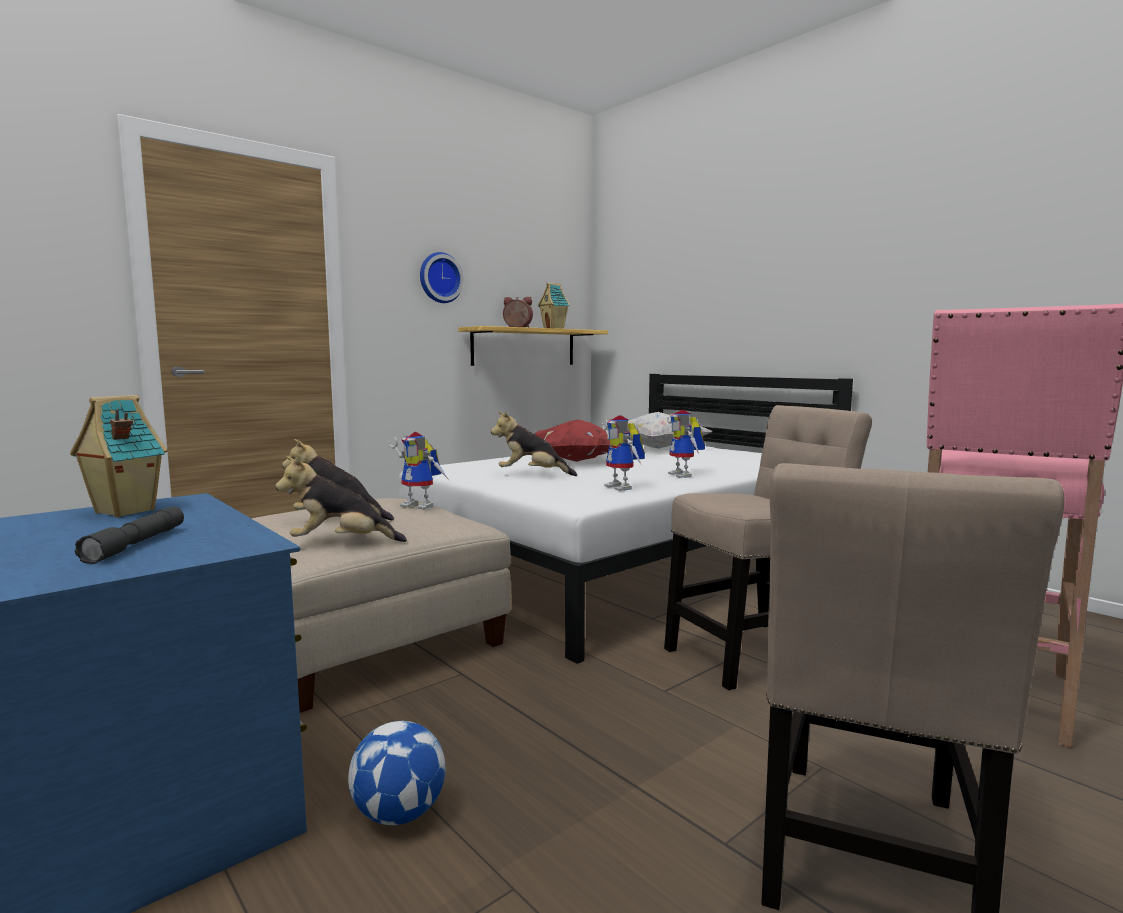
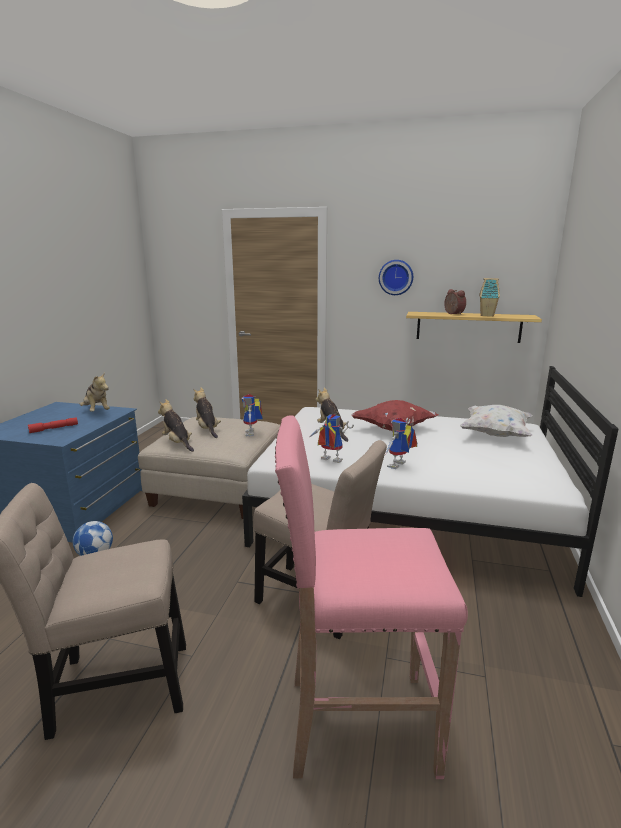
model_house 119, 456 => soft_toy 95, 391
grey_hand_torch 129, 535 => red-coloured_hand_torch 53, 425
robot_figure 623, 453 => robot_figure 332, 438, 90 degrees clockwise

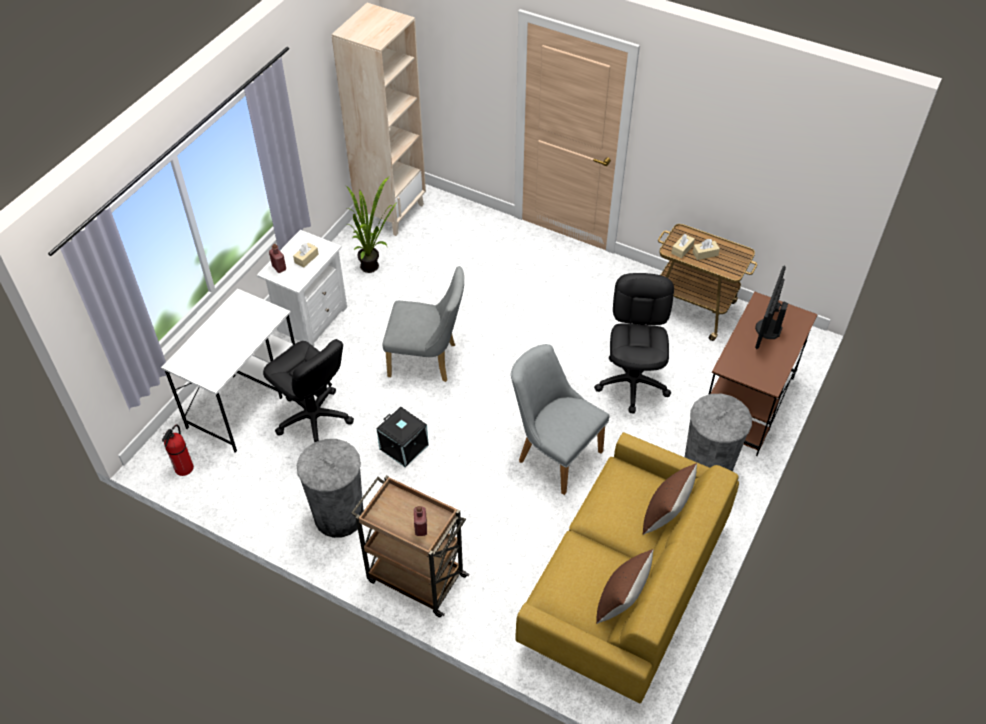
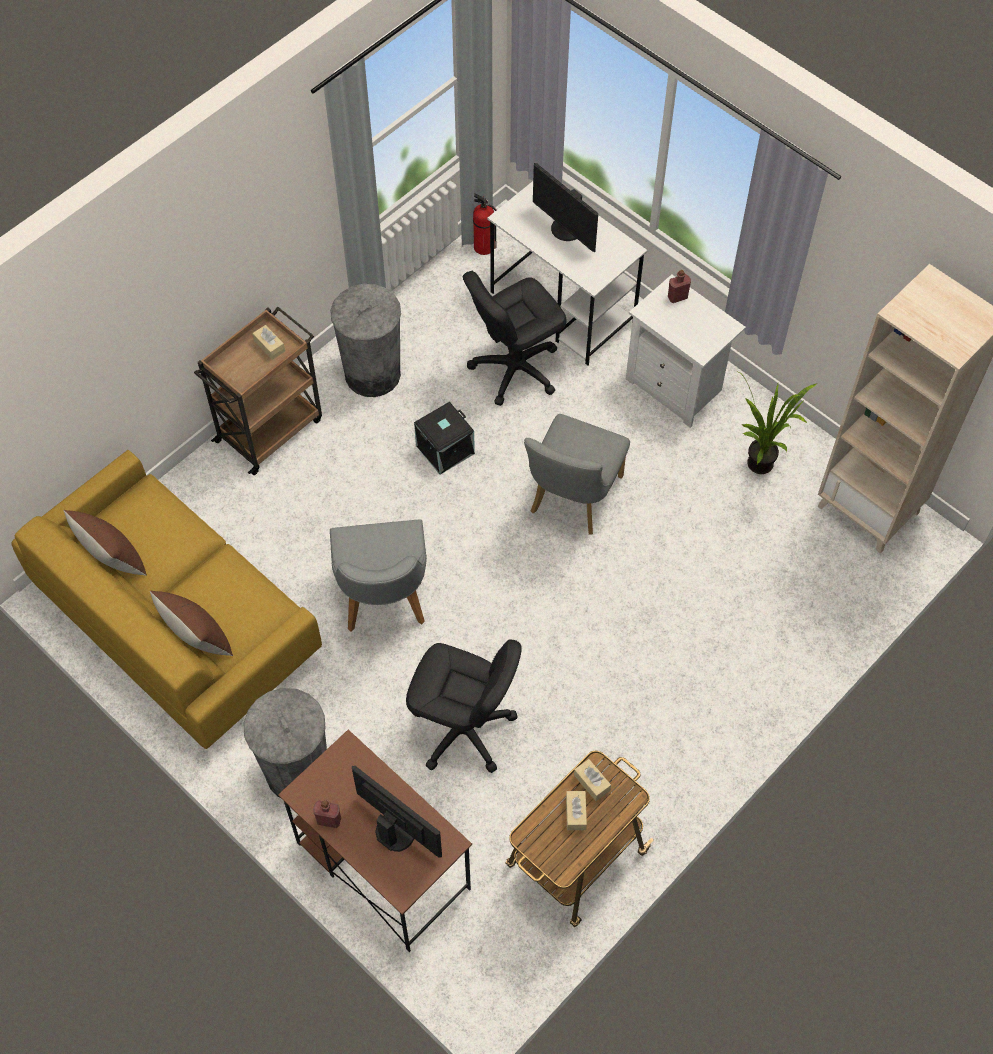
beige_box_of_tissues 306, 255 => beige_box_of_tissues 268, 342, move
red-coloured_drink_bottle 420, 521 => red-coloured_drink_bottle 327, 814, move
grey_chair 560, 419 => grey_chair 378, 575, 120 degrees clockwise
nothing => computer_display 565, 207

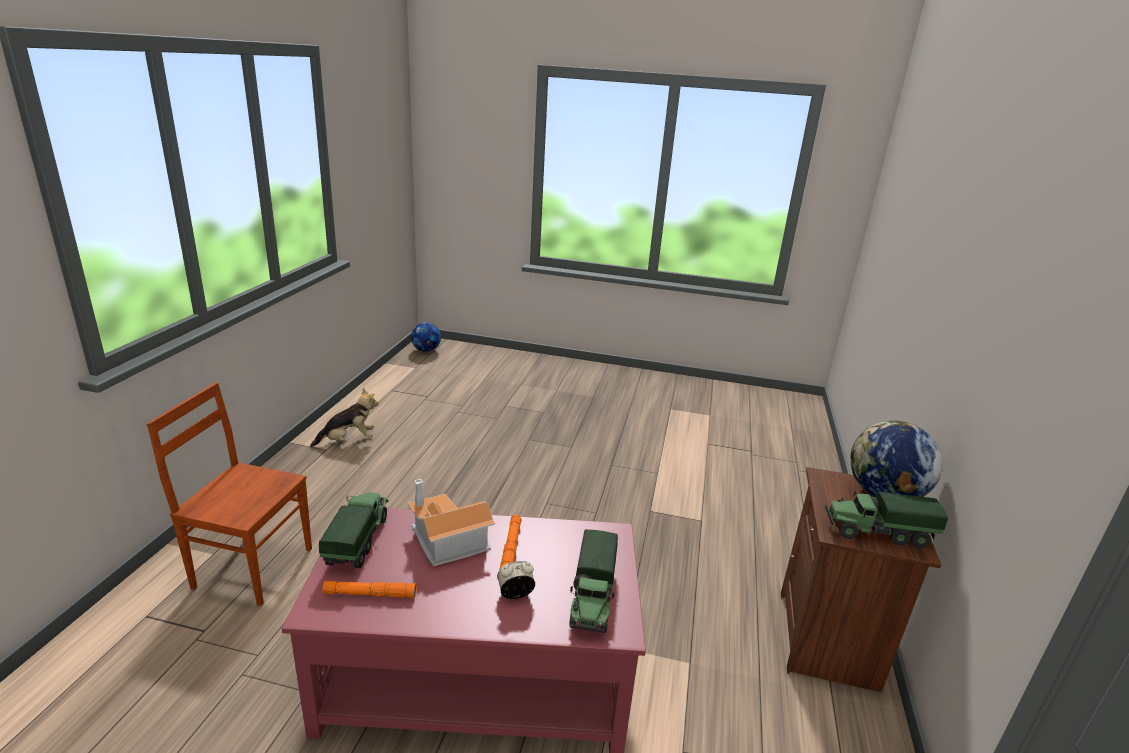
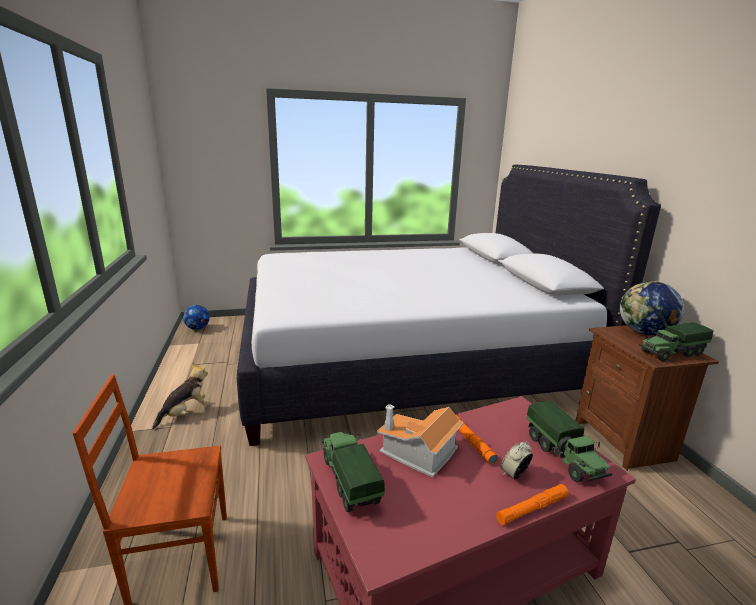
orange_hand_torch 370, 589 => orange_hand_torch 532, 504, move
nothing => whitish_sleeping_bed 449, 305

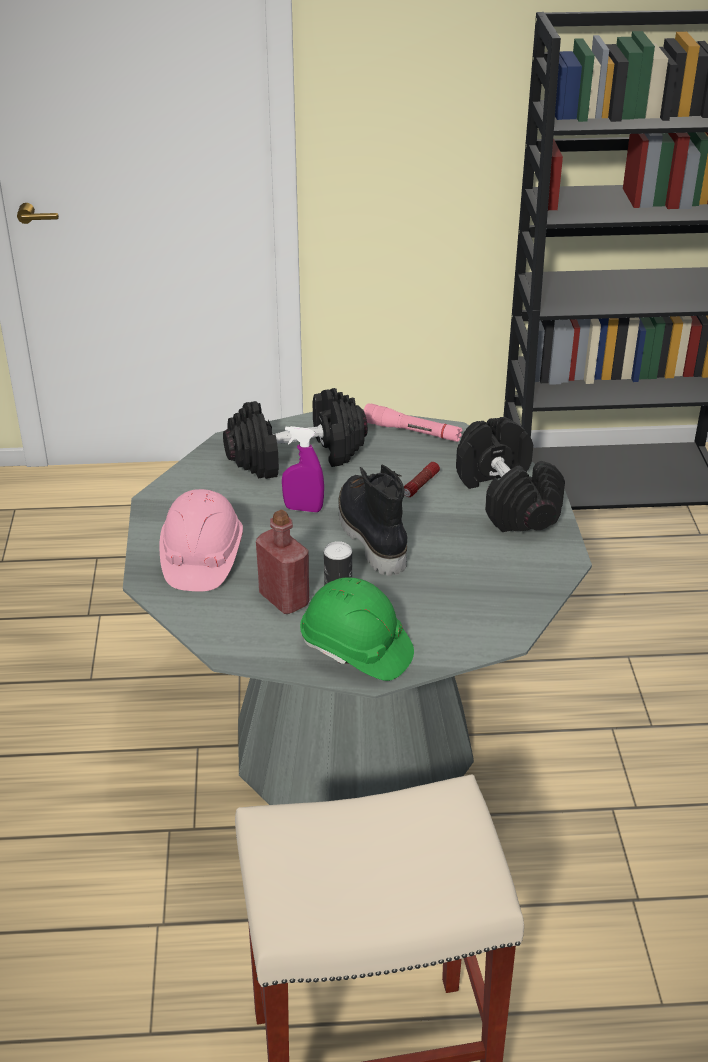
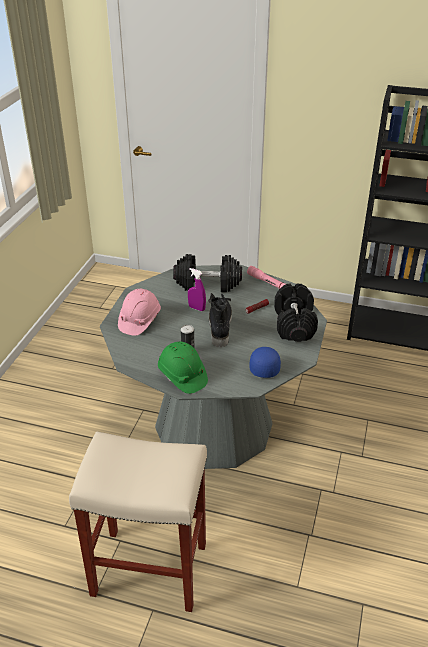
red-coloured_drink_bottle 282, 562 => nothing
nothing => bluish_cap 265, 362

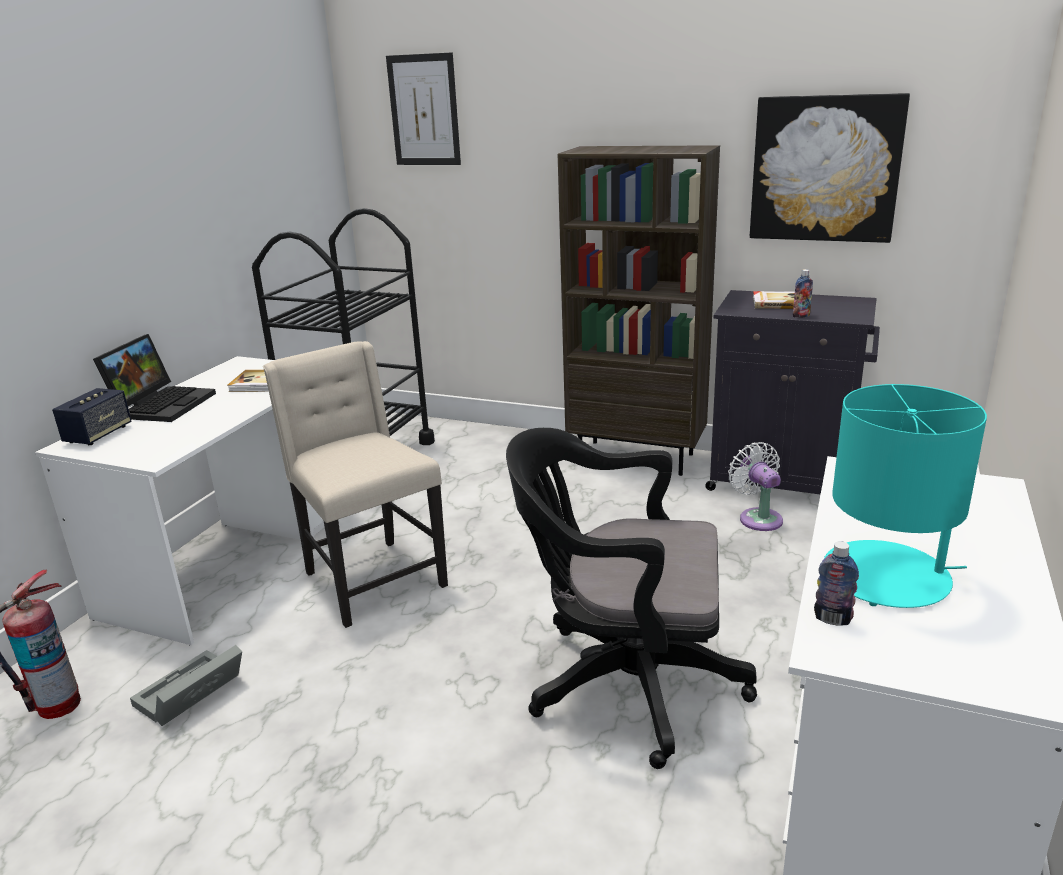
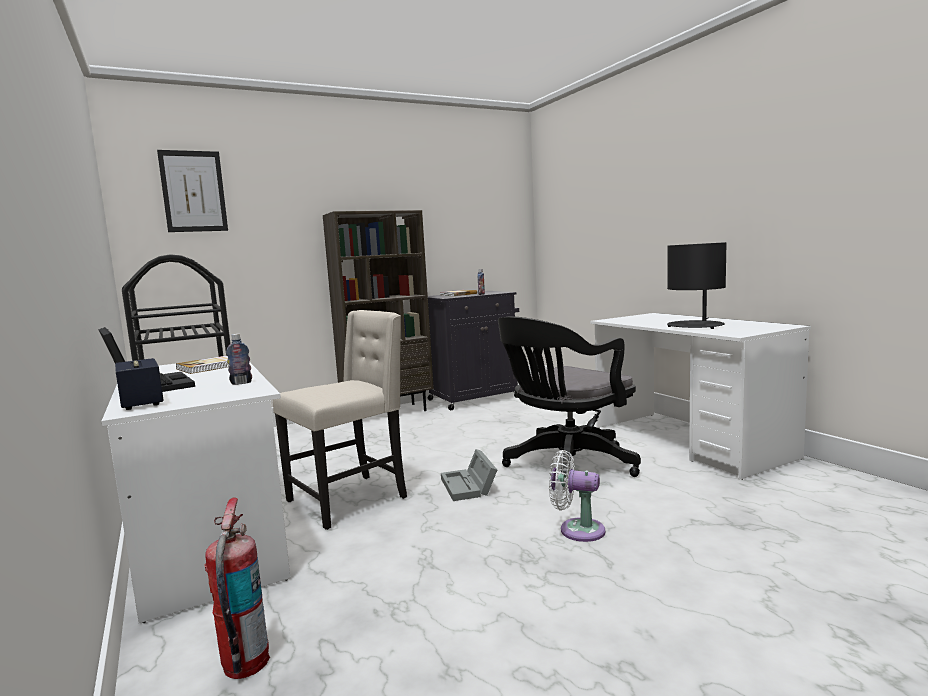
grey_storage_container 186, 685 => grey_storage_container 469, 475, move
beige_chair 355, 484 => beige_chair 340, 420, 135 degrees clockwise
whitish_cooling_fan 755, 486 => whitish_cooling_fan 577, 496, move
wall_art 830, 168 => nothing
drink_bottle 836, 583 => drink_bottle 239, 359, move
turquoise-coloured_table_lamp 905, 496 => blackish_table_lamp 697, 285

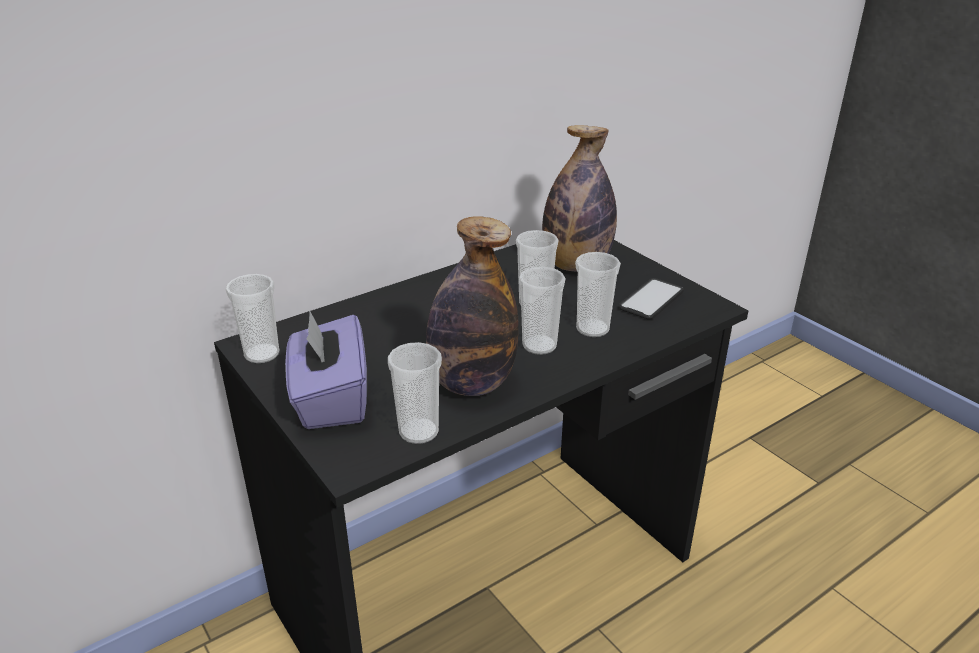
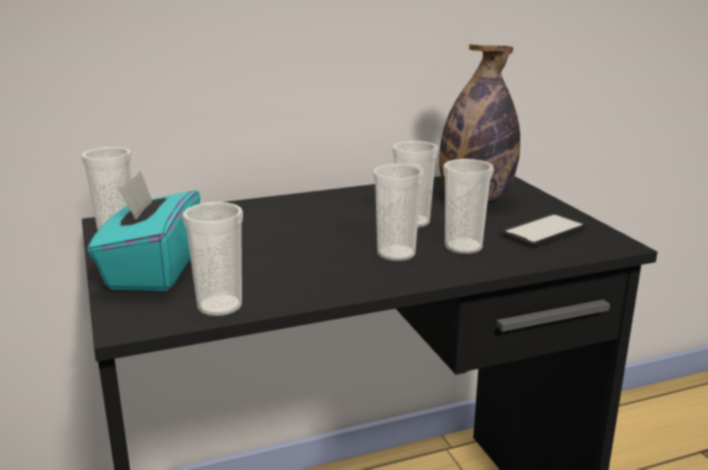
purple-coloured_box_of_tissues 326, 370 => turquoise-coloured_box_of_tissues 144, 231
drink_bottle 472, 306 => nothing

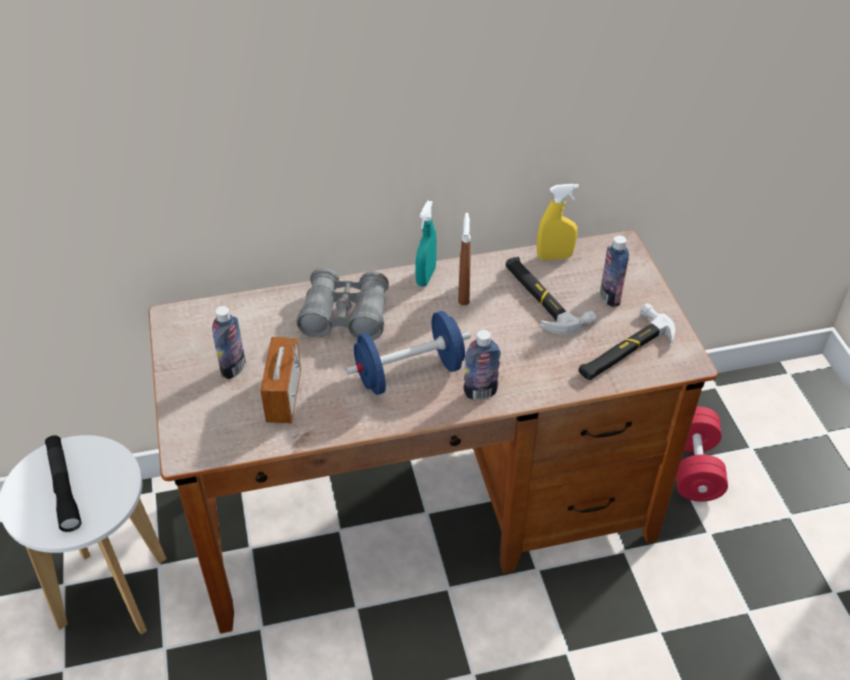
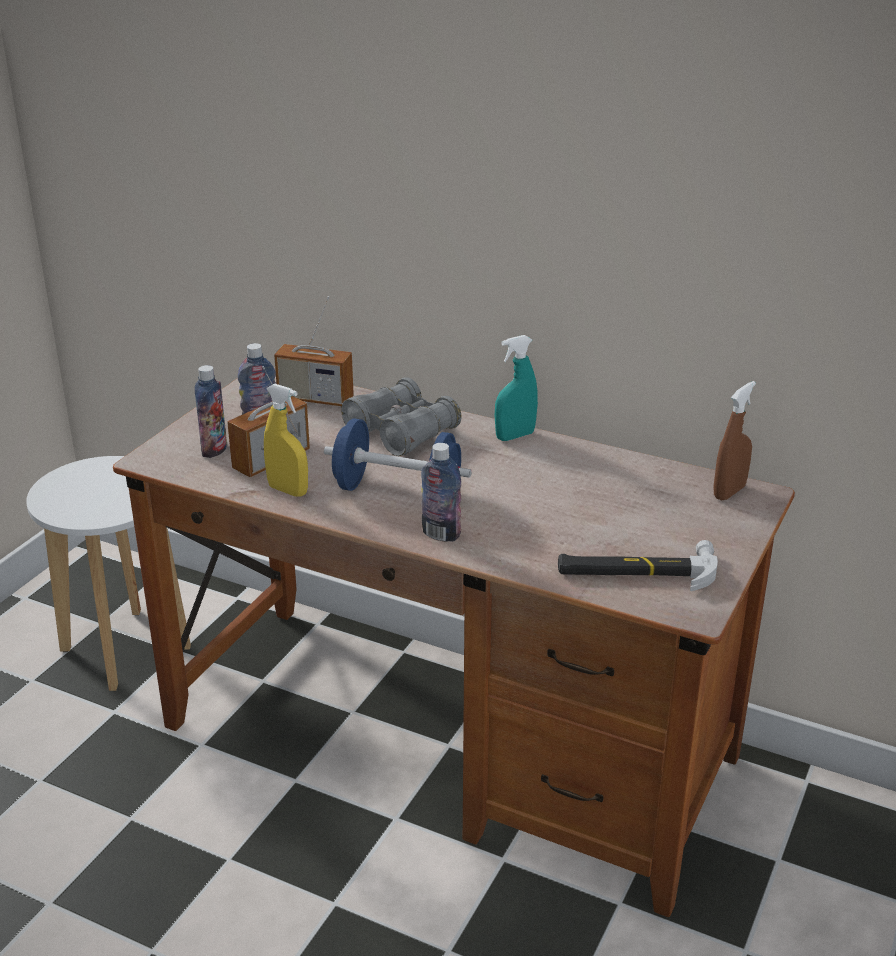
blackish_hand_torch 63, 483 => nothing
brown-coloured_hand_sprayer 464, 259 => brown-coloured_hand_sprayer 734, 440, move
hand_hammer 551, 296 => nothing
yellow_hand_sprayer 558, 222 => yellow_hand_sprayer 286, 440, move
drink_bottle 614, 271 => drink_bottle 211, 411, move
red-coloured_hand_weight 702, 454 => nothing
nothing => radio_receiver 314, 351

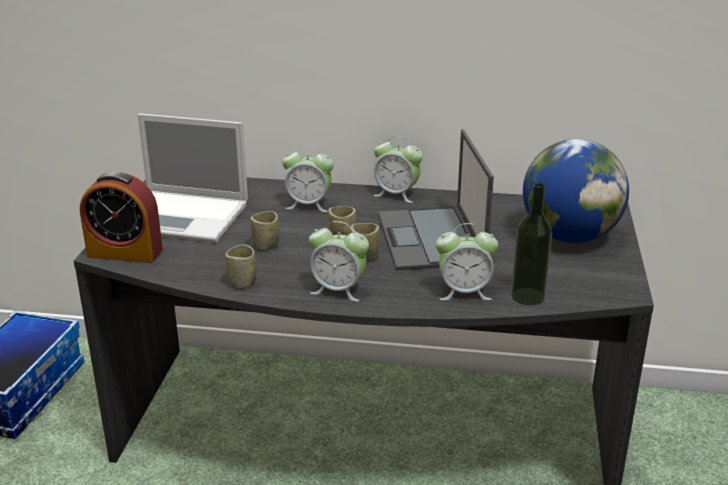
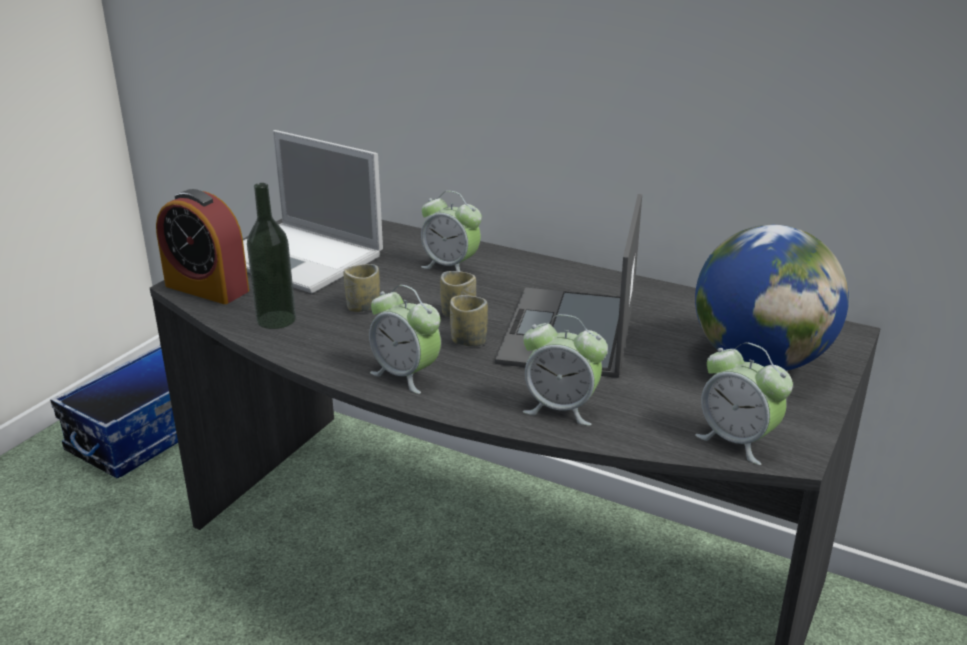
drinking_cup 240, 267 => nothing
table_clock 398, 169 => table_clock 744, 403, move
drink_bottle 531, 244 => drink_bottle 271, 256, move

